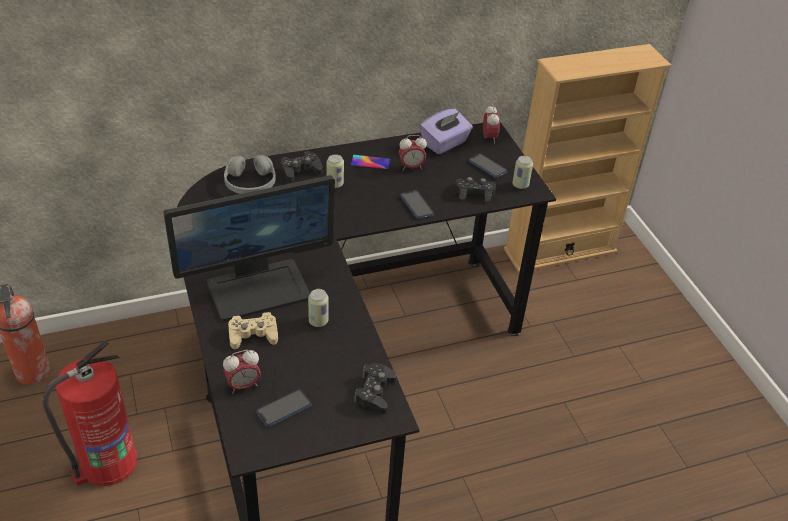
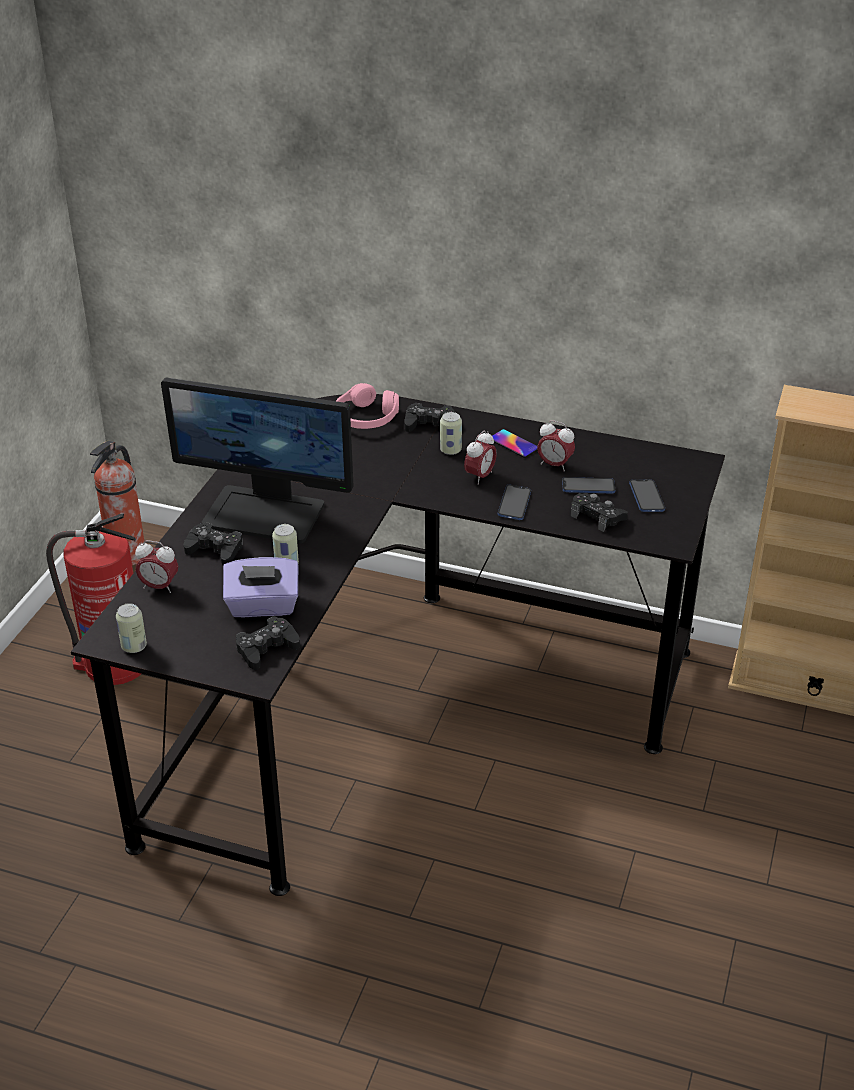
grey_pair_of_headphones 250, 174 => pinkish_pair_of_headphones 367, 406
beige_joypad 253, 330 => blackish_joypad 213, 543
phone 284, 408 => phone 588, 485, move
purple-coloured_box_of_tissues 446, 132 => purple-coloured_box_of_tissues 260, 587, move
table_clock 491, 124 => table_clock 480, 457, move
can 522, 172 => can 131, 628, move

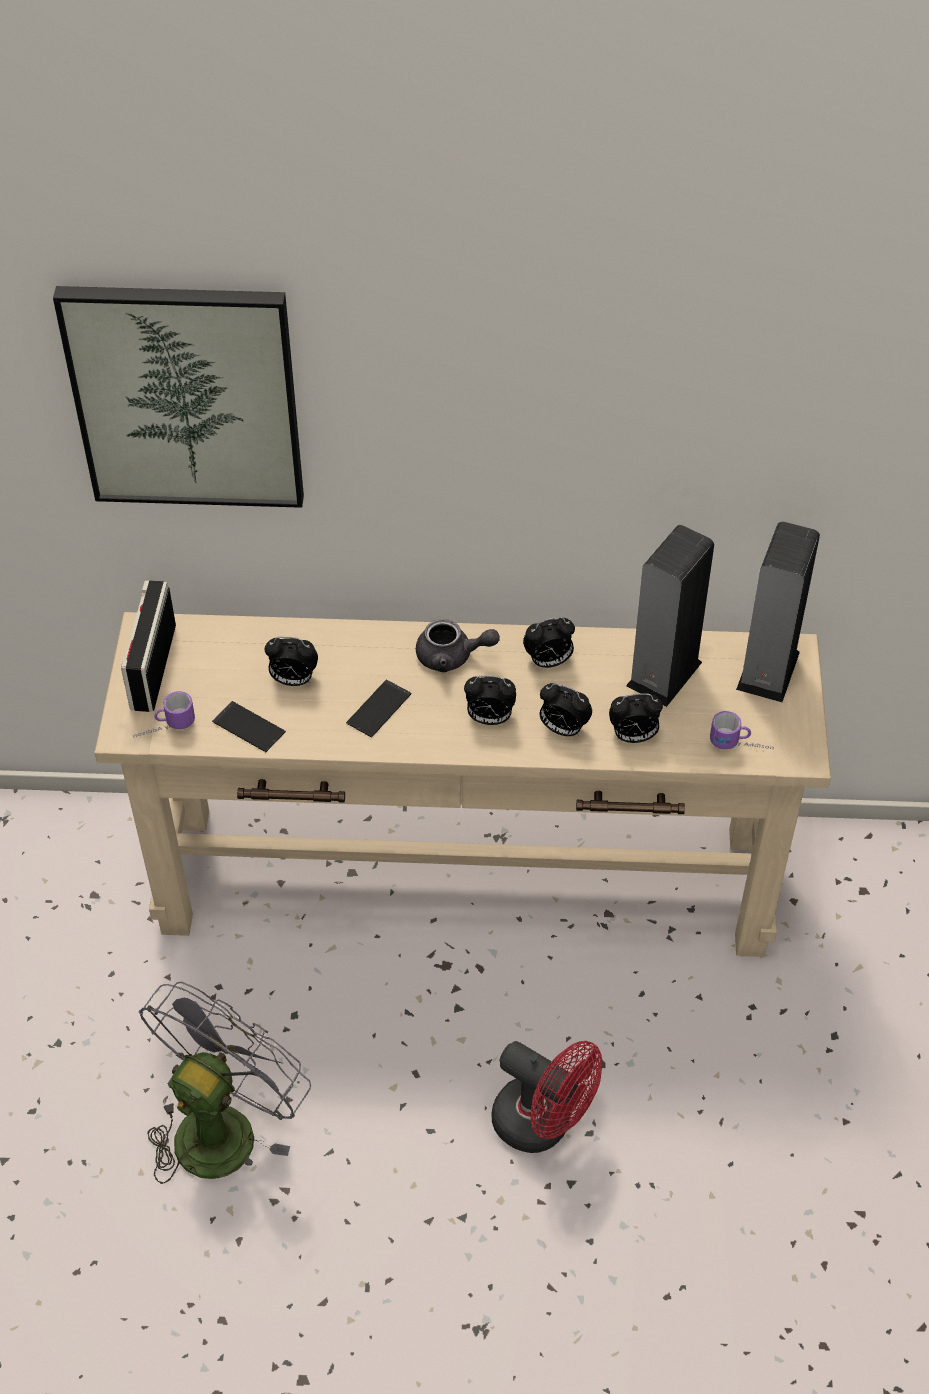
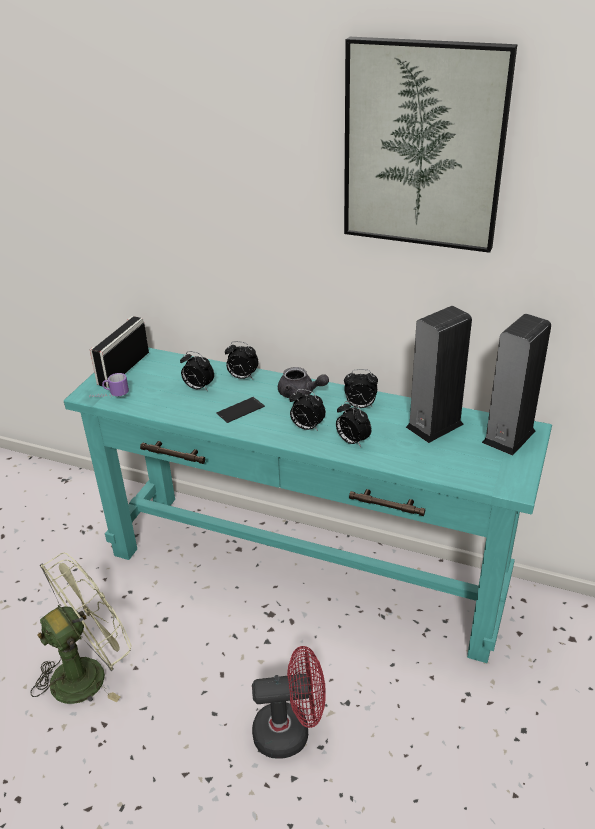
wall_art 178, 397 => wall_art 430, 145, move
beige_hall_table 462, 784 => turquoise-coloured_hall_table 308, 505
grey_cooling_fan 225, 1083 => greenish_cooling_fan 81, 628
phone 249, 726 => nothing
red-coloured_cooling_fan 547, 1097 => red-coloured_cooling_fan 289, 702, 60 degrees counterclockwise
table_clock 636, 718 => table_clock 241, 360, move
coffee_mug 742, 730 => nothing

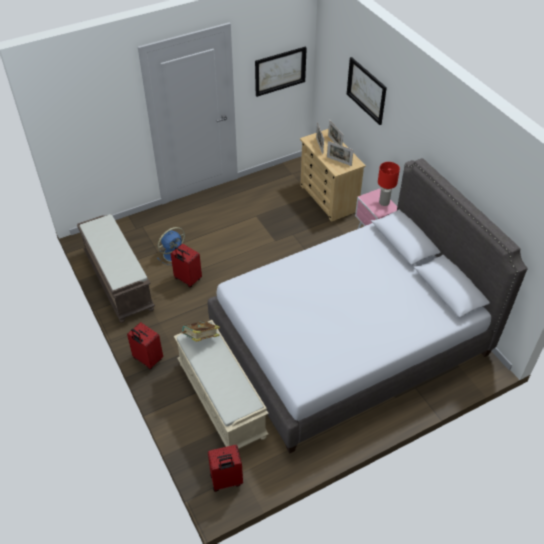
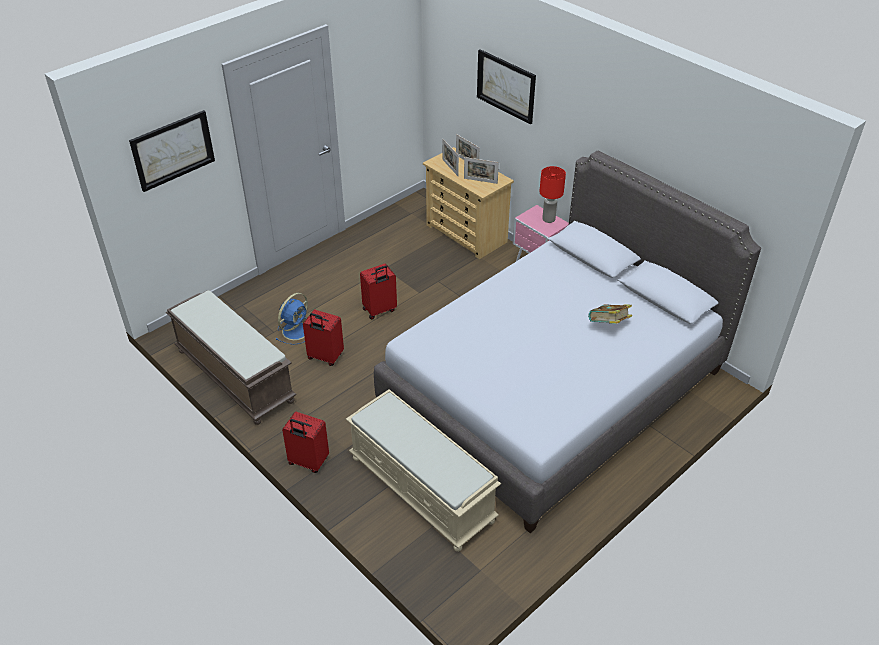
bound_book 201, 331 => bound_book 610, 314, move
red-coloured_suitcase 225, 468 => red-coloured_suitcase 378, 292, move
wall_art 281, 71 => wall_art 172, 151, move

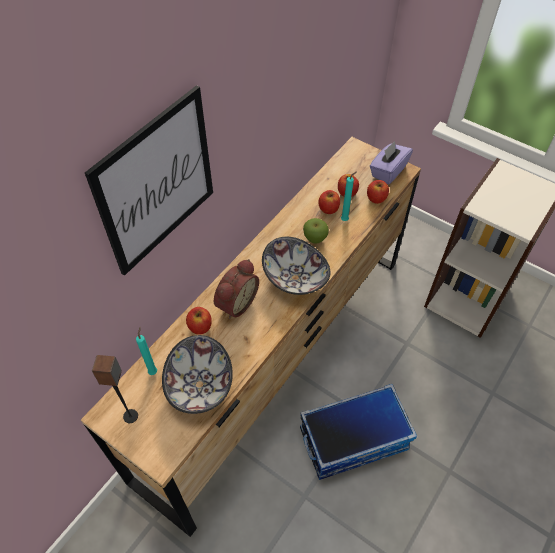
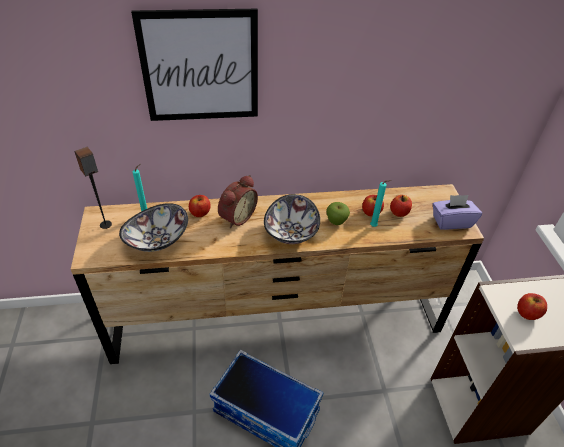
table_clock 236, 289 => table_clock 238, 201, 45 degrees counterclockwise
apple_fruit 378, 192 => apple_fruit 532, 306, move

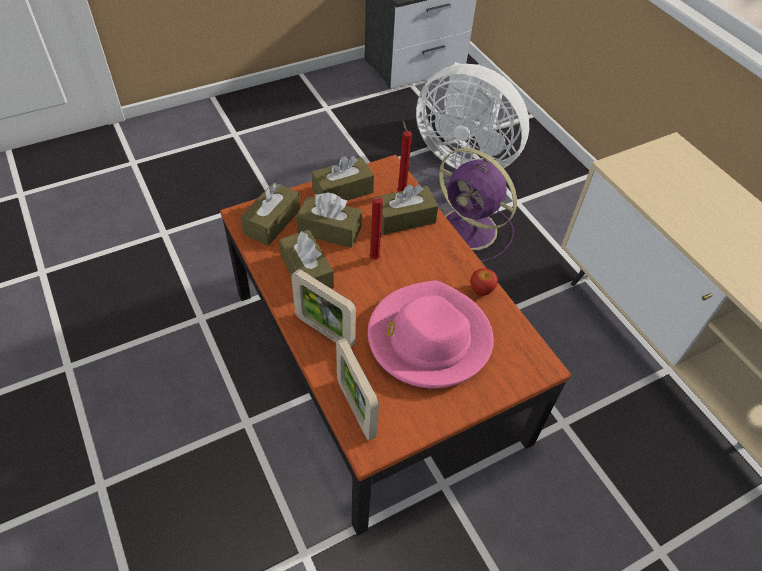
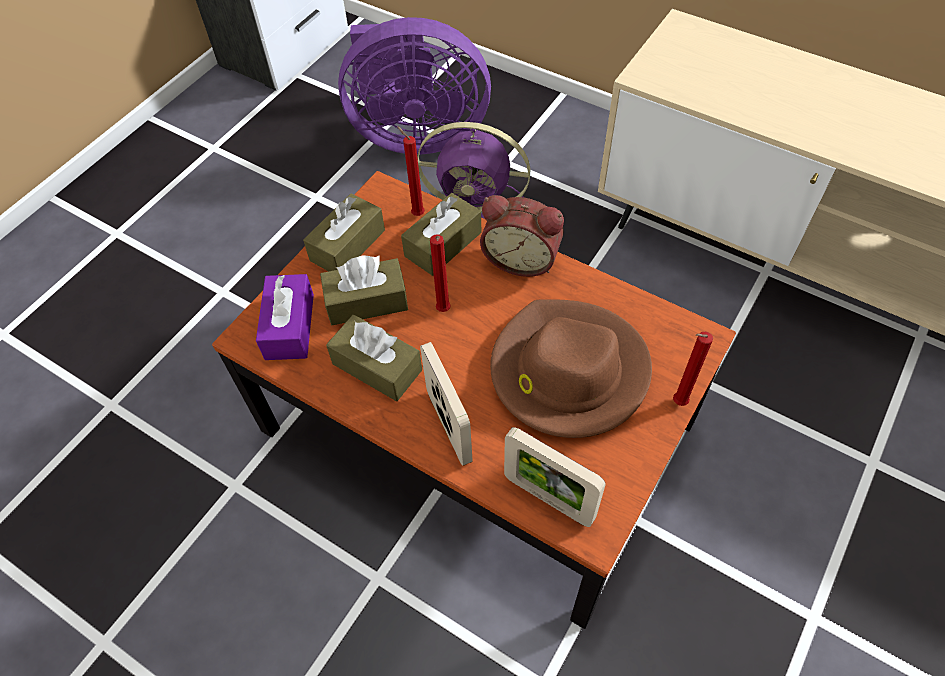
brown-coloured_box_of_tissues 270, 214 => purple-coloured_box_of_tissues 285, 317
photo_frame 323, 308 => photo_frame 446, 404, 120 degrees counterclockwise
pinkish_wearable_hat 431, 334 => brown-coloured_wearable_hat 571, 368
whitish_cooling_fan 472, 115 => purple-coloured_cooling_fan 414, 86
apple_fruit 484, 282 => nothing
nothing => table_clock 522, 236
nothing => red-coloured_wax_light 693, 368

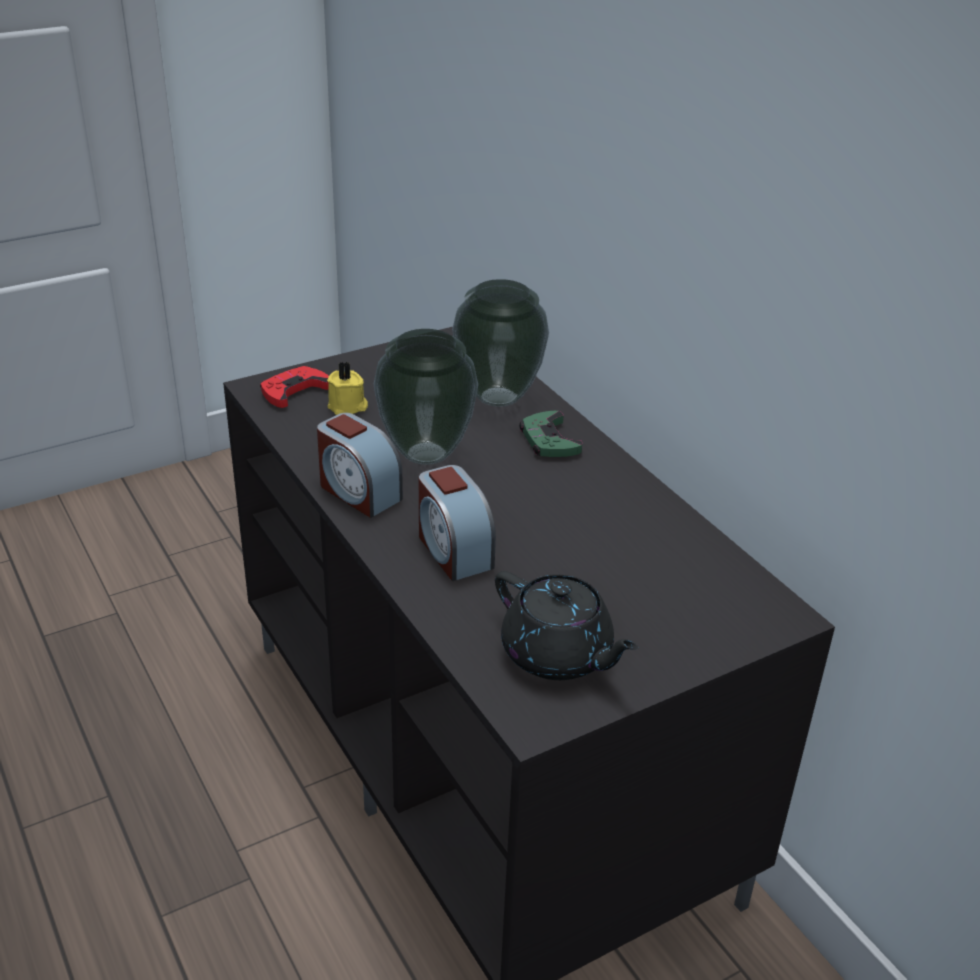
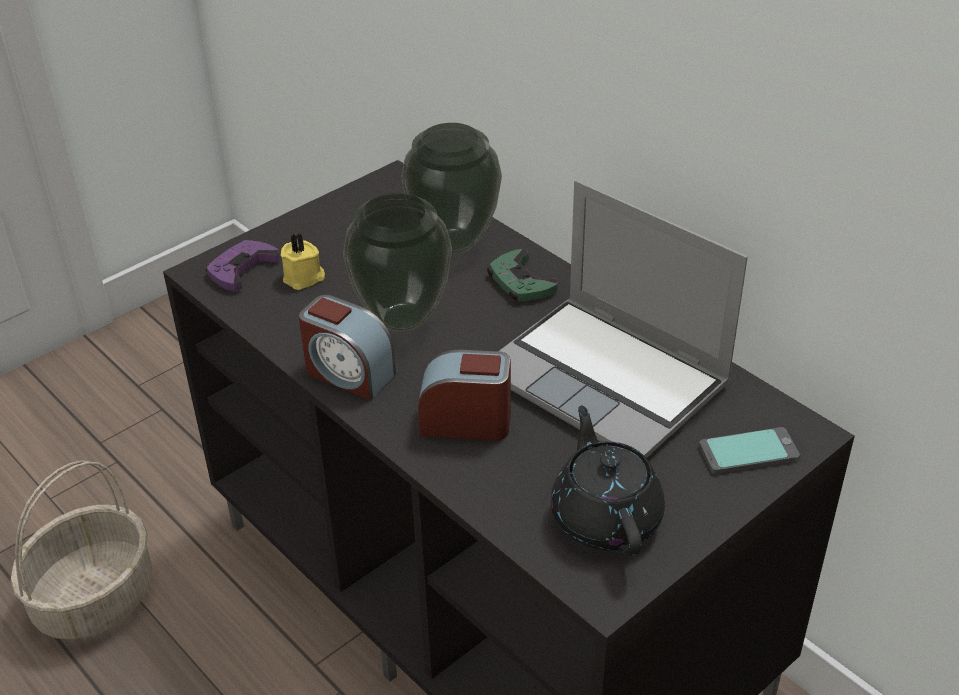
red-coloured_joypad 294, 387 => purple-coloured_joypad 243, 265
table_clock 457, 523 => table_clock 464, 395, 135 degrees clockwise
blackish_tea_pot 567, 625 => blackish_tea_pot 608, 480, 135 degrees counterclockwise
nothing => basket 81, 550
nothing => portable_computer 623, 319
nothing => phone 749, 450

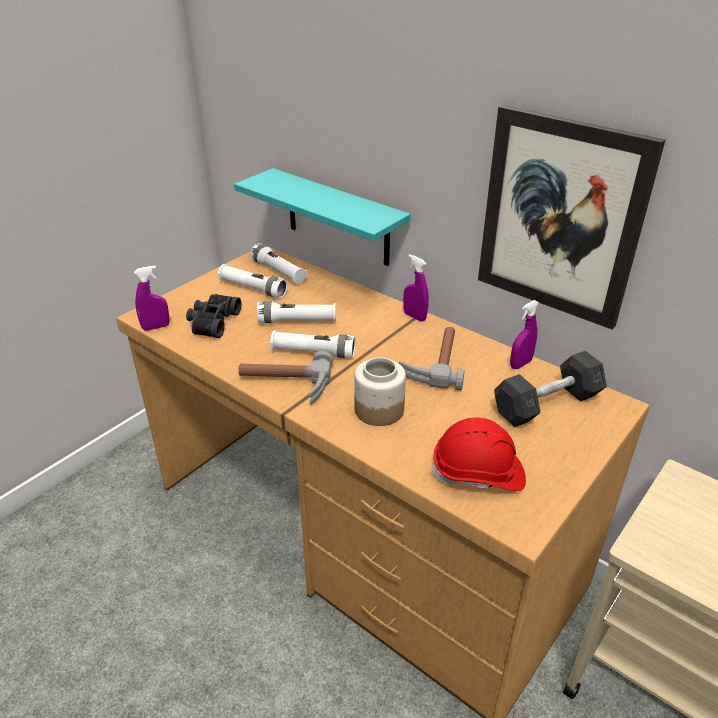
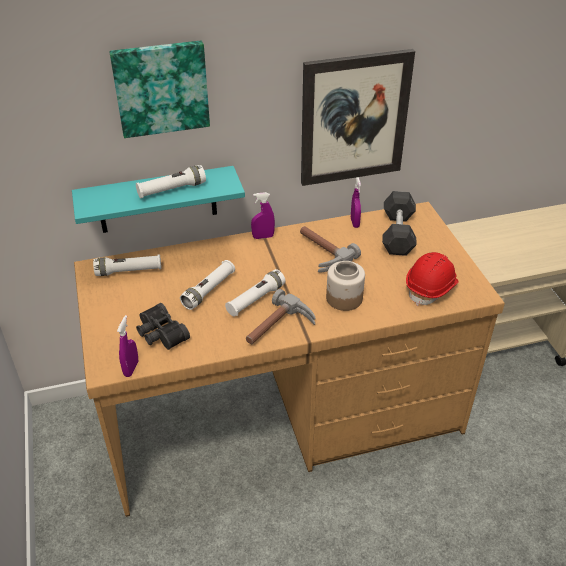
whitish_hand_torch 252, 281 => whitish_hand_torch 171, 181, move
nothing => wall_art 159, 89

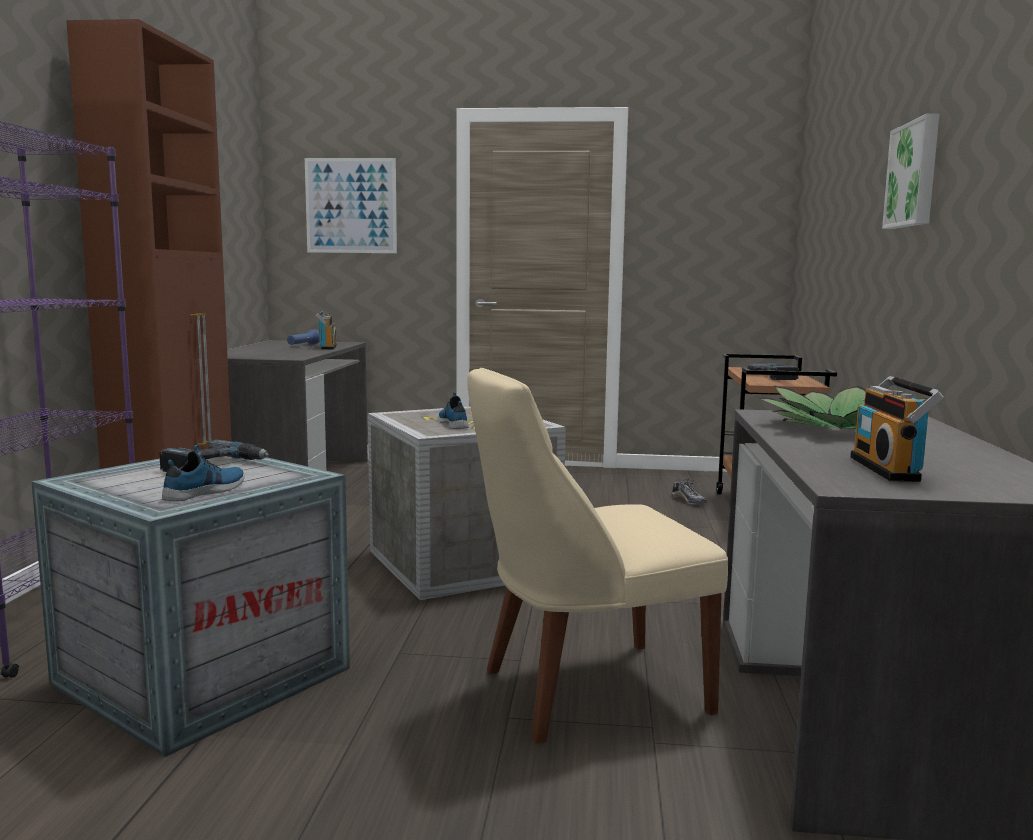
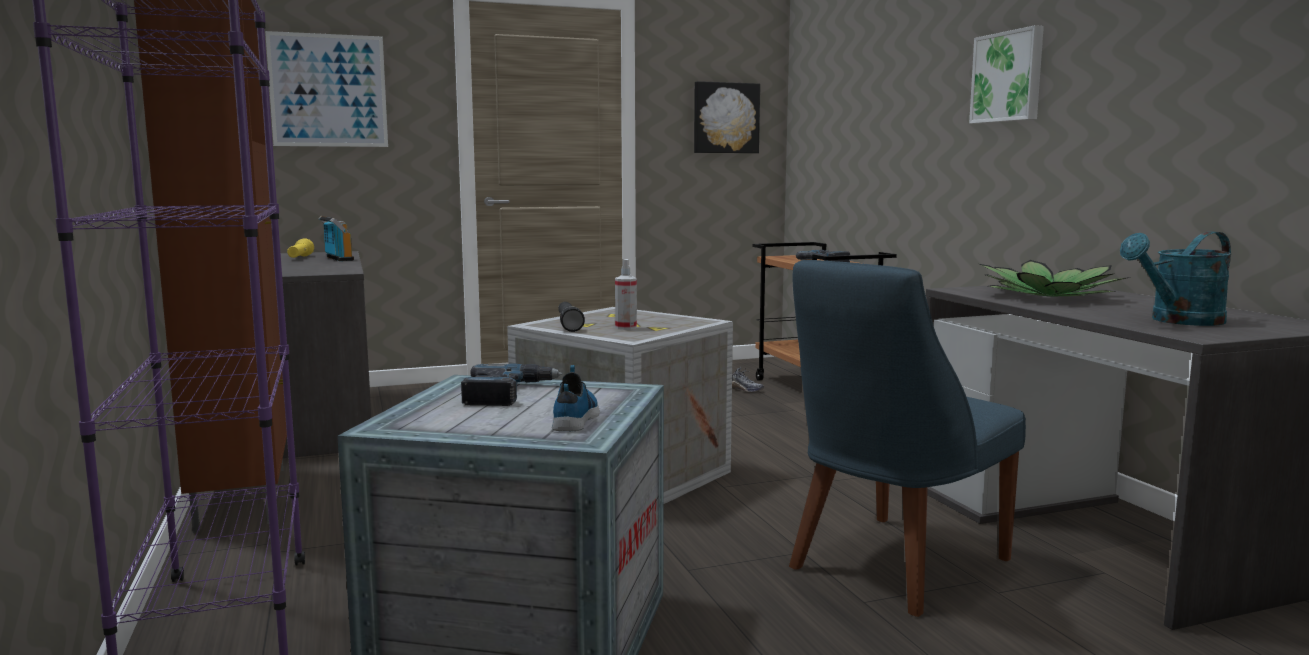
bluish_hand_torch 303, 337 => yellow_hand_torch 300, 248
shoe 453, 410 => hand_sprayer 626, 294
beige_chair 597, 556 => bluish_chair 907, 438
radio_receiver 897, 429 => turquoise-coloured_watering_pot 1175, 278
nothing => blackish_hand_torch 571, 317
nothing => wall_art 727, 117

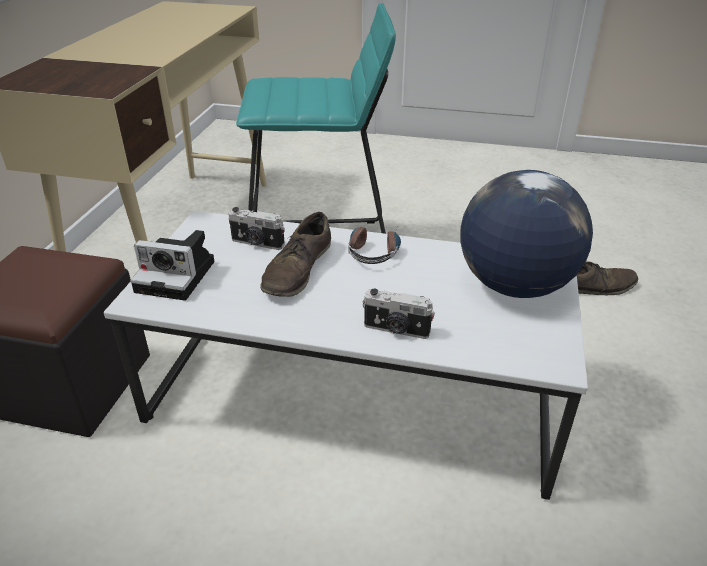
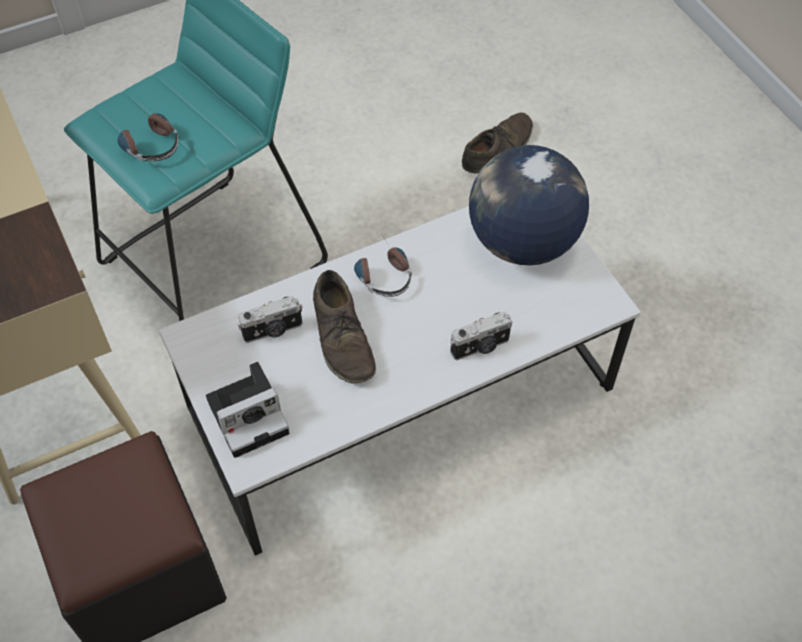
nothing => pair_of_headphones 148, 133

